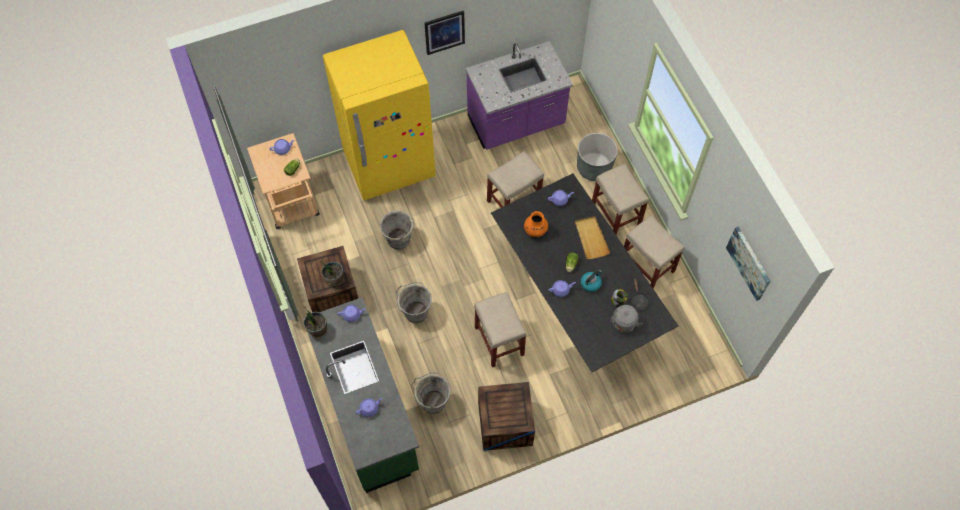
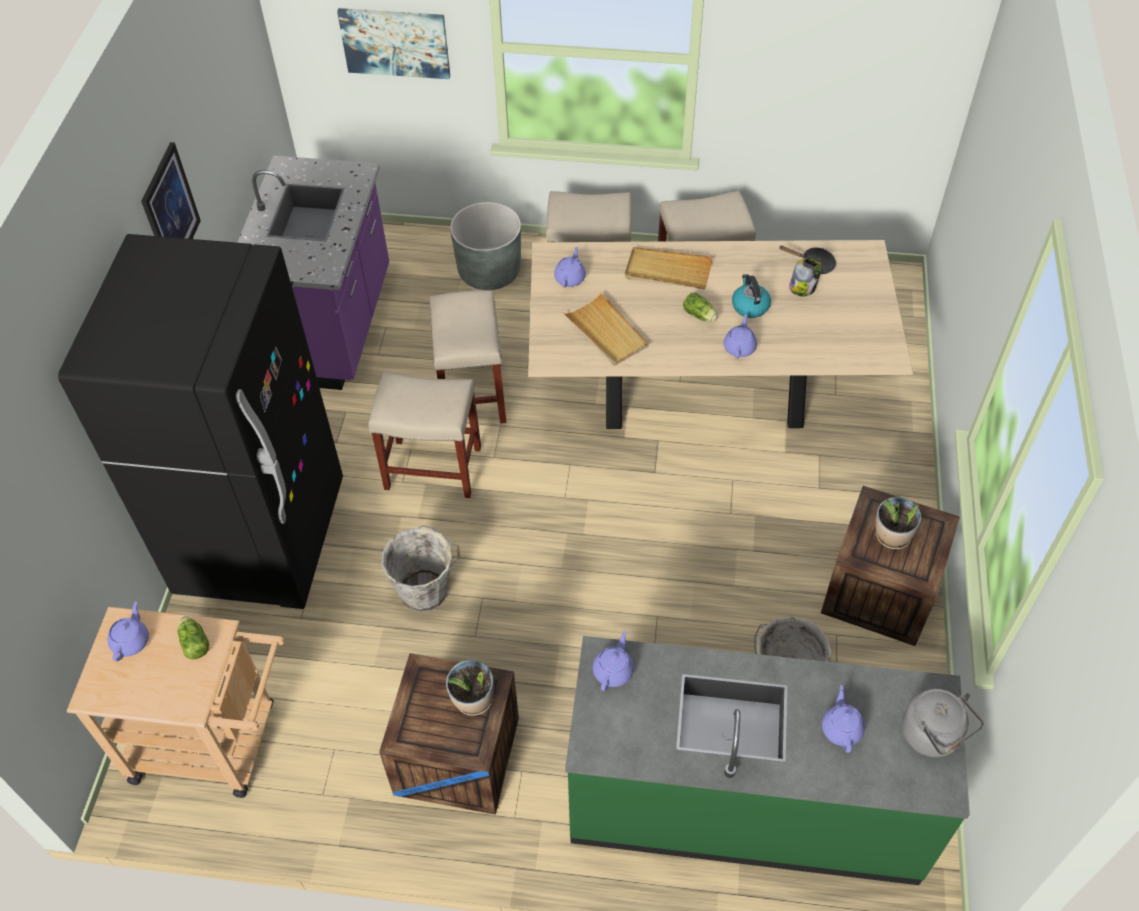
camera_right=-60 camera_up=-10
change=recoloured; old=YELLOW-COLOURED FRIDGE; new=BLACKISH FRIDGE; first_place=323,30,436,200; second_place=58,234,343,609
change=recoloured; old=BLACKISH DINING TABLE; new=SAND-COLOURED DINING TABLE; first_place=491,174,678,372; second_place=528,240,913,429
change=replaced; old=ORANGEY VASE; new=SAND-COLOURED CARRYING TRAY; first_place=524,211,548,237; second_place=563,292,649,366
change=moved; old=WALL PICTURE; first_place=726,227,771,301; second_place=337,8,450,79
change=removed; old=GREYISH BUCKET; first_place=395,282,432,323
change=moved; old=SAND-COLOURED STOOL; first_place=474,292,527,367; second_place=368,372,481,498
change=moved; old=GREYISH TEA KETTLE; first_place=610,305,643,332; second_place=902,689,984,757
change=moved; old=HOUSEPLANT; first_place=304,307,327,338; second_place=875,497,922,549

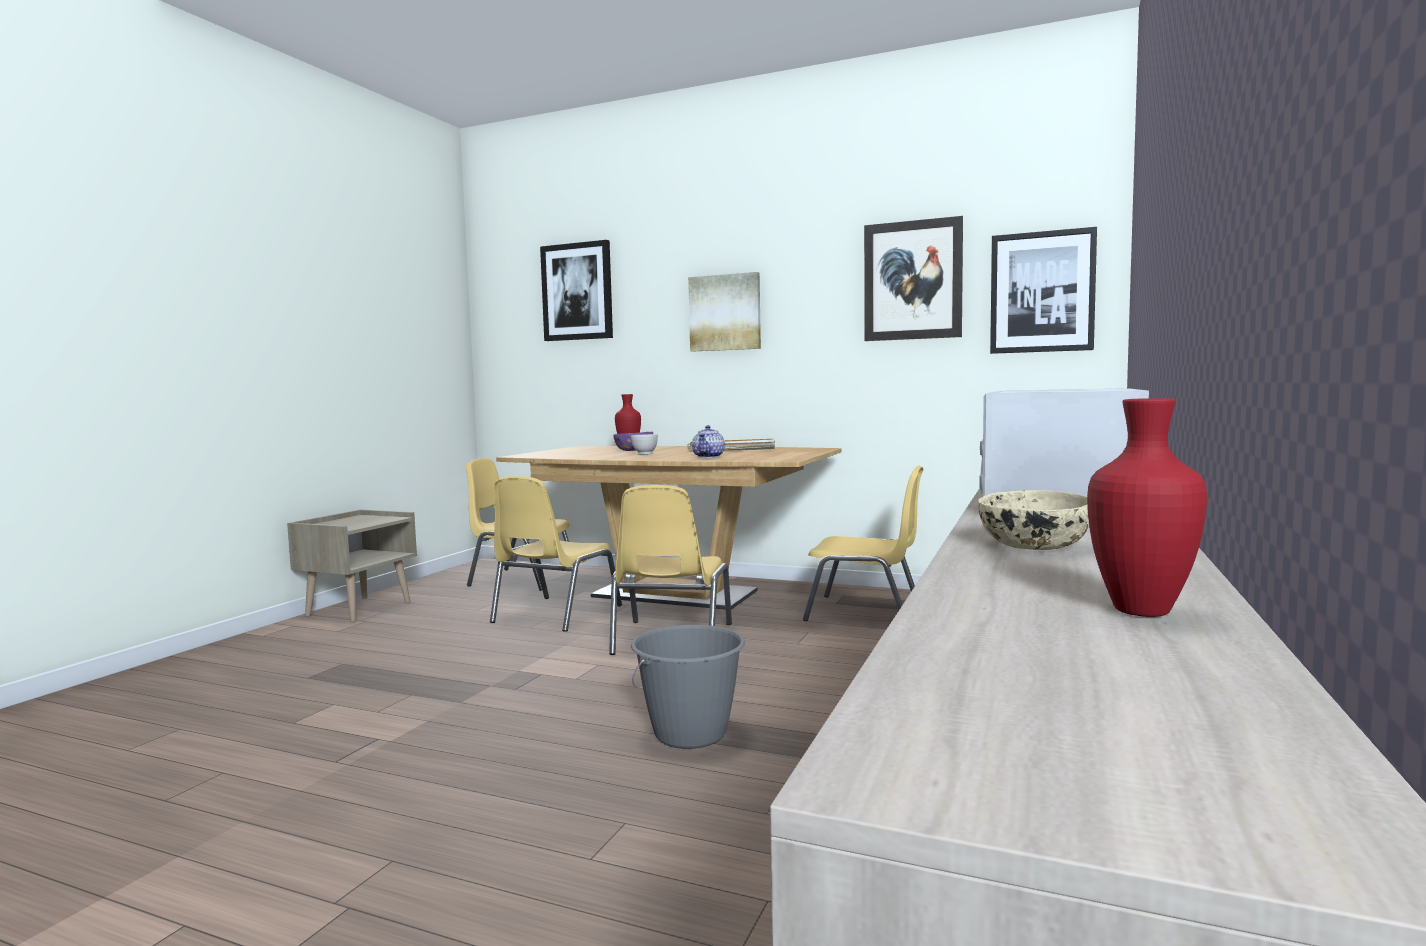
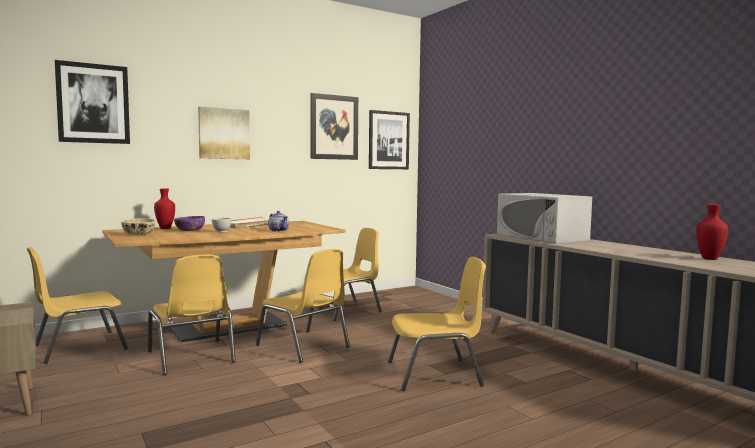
camera_right=-55 camera_up=0
change=moved; old=SAND-COLOURED SERVING BOWL; first_place=978,490,1089,550; second_place=121,218,155,235
change=replaced; old=GREYISH BUCKET; new=YELLOW-COLOURED CHAIR; first_place=631,625,745,749; second_place=388,257,486,391

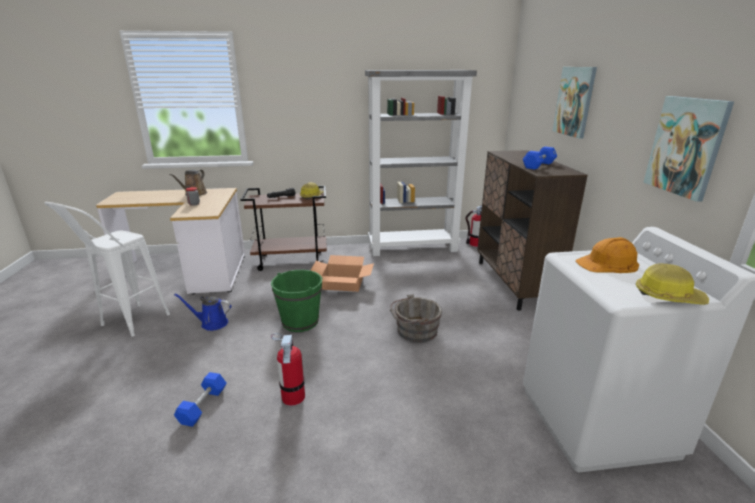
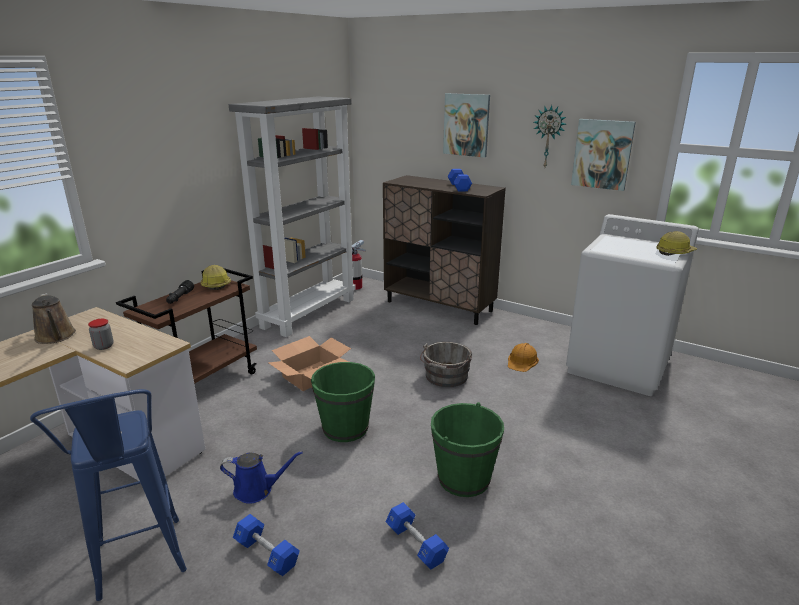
camera_right=-50 camera_up=0
change=recoloured; old=WHITE-COLOURED STOOL; new=BLUISH STOOL; first_place=44,202,170,337; second_place=30,389,187,601
change=moved; old=ORANGEY HARD HAT; first_place=575,237,639,273; second_place=508,343,539,372
change=turned; old=BLUISH WATERING CAN; first_place=174,294,231,331; second_place=220,451,303,504; degrees=-135
change=replaced; old=FIRE EXTINGUISHER; new=GREEN-COLOURED BUCKET; first_place=271,333,305,406; second_place=431,402,504,497
change=added; new=HANGING CLOCK; second_place=534,105,566,167
change=added; new=BLUISH HAND WEIGHT; second_place=233,514,300,576

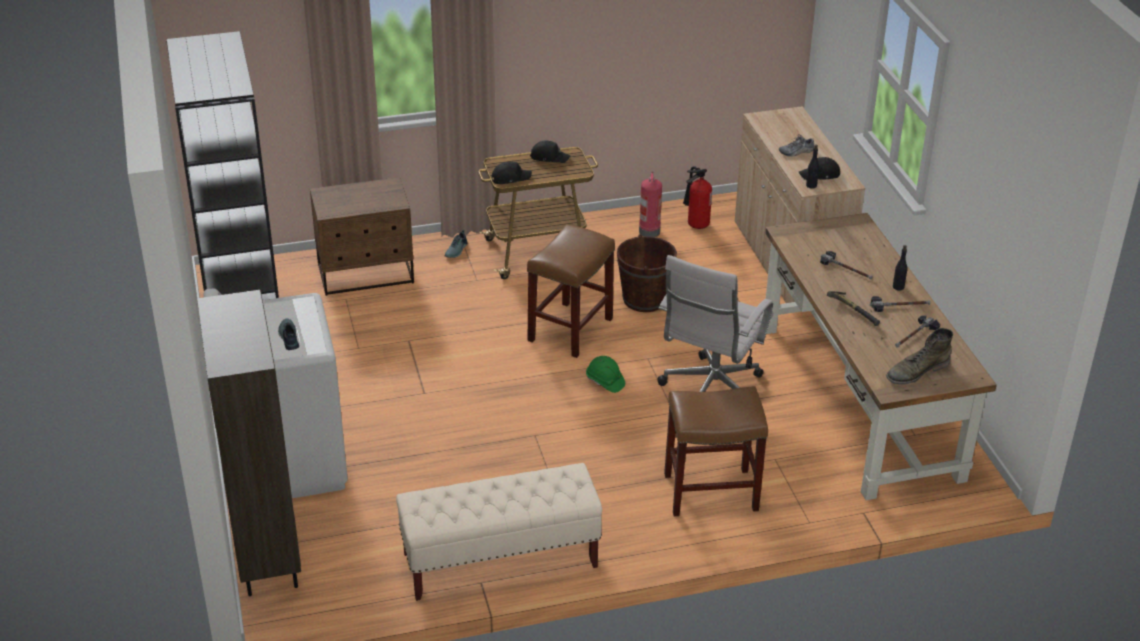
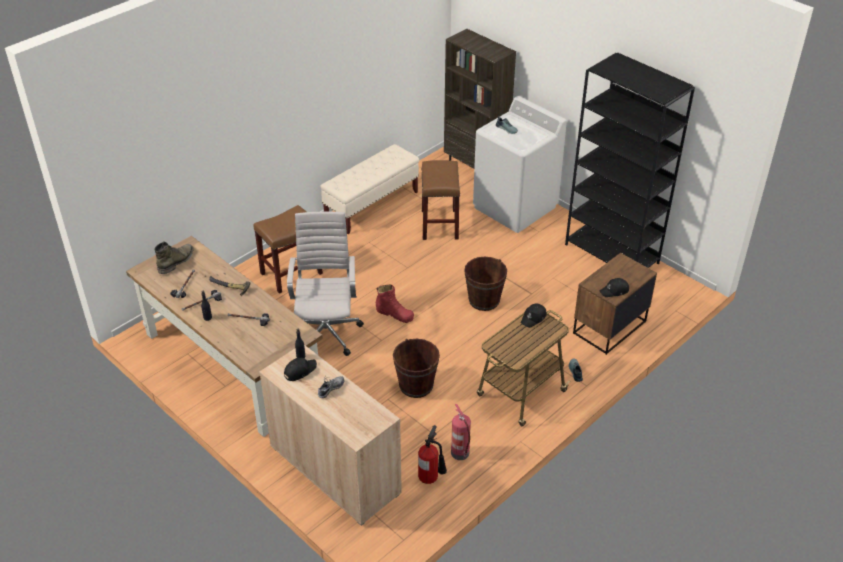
camera_right=150 camera_up=5
change=moved; old=BLACKISH PEAKED CAP; first_place=530,140,571,163; second_place=600,278,629,297
change=moved; old=BROWN STOOL; first_place=527,224,615,358; second_place=422,160,460,240
change=replaced; old=GREEN-COLOURED HARD HAT; new=REDDISH HIGH-TOP BOOT; first_place=586,356,625,393; second_place=376,284,414,323
change=added; new=BROWN BUCKET; second_place=464,257,507,311

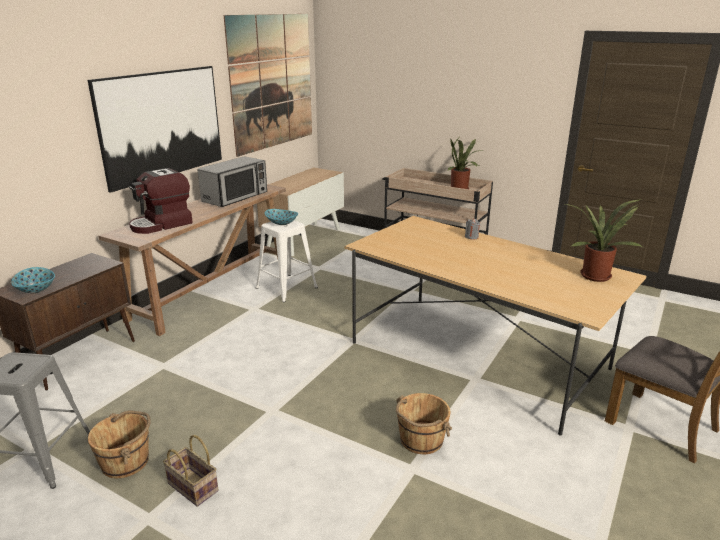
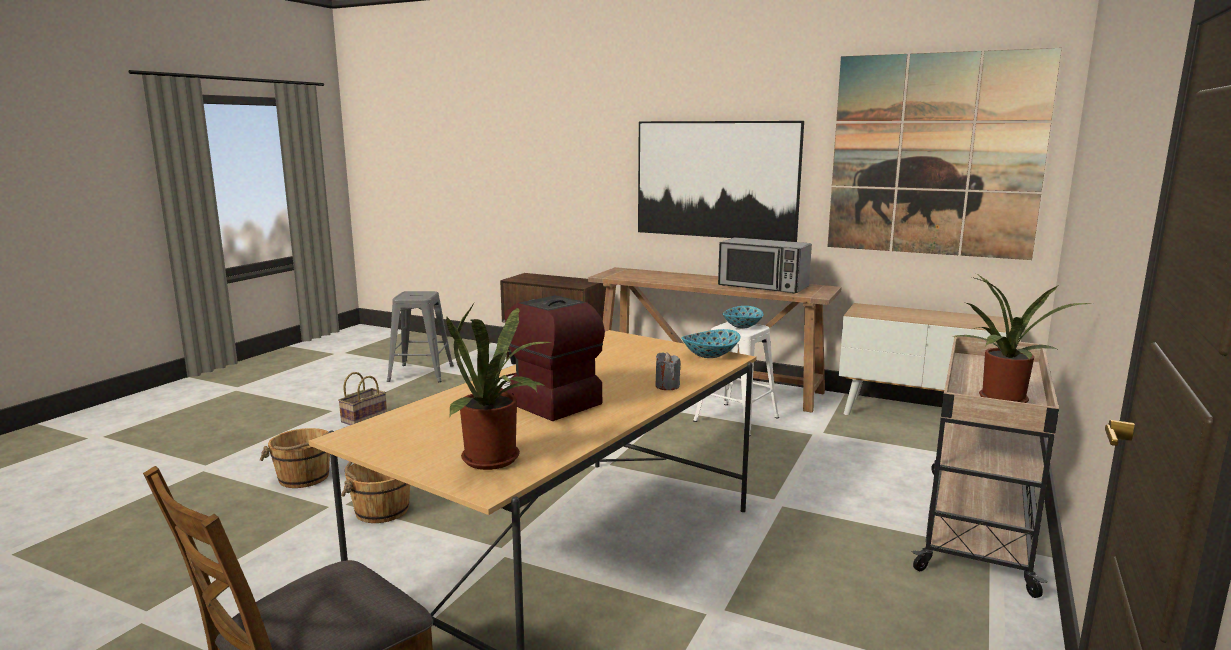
camera_right=85 camera_up=-10
change=moved; old=COFFEE MACHINE; first_place=129,168,193,234; second_place=497,295,605,421
change=moved; old=SERVING BOWL; first_place=11,267,55,293; second_place=681,329,740,358
change=moved; old=BROWN BUCKET; first_place=88,411,151,478; second_place=260,428,330,488

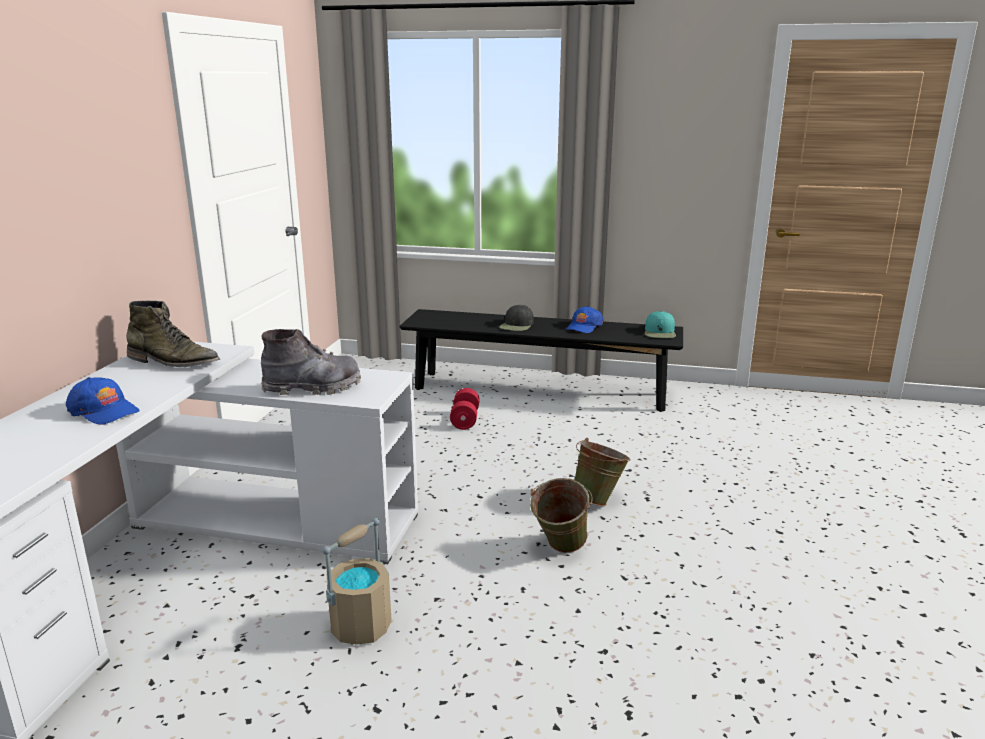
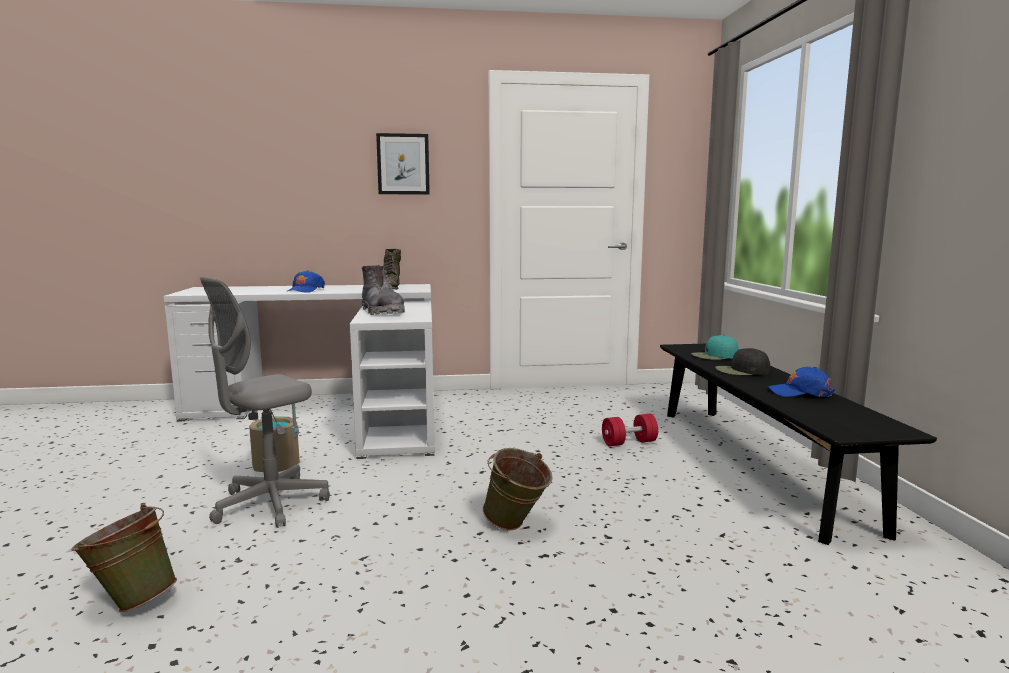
camera_right=70 camera_up=-10
change=moved; old=TURQUOISE PEAKED CAP; first_place=645,311,676,338; second_place=691,335,739,360
change=moved; old=GREEN-COLOURED BUCKET; first_place=530,478,592,553; second_place=71,504,177,612
change=added; new=WALL PICTURE; second_place=376,133,430,195
change=added; new=GREYISH COMPUTER CHAIR; second_place=200,277,330,528

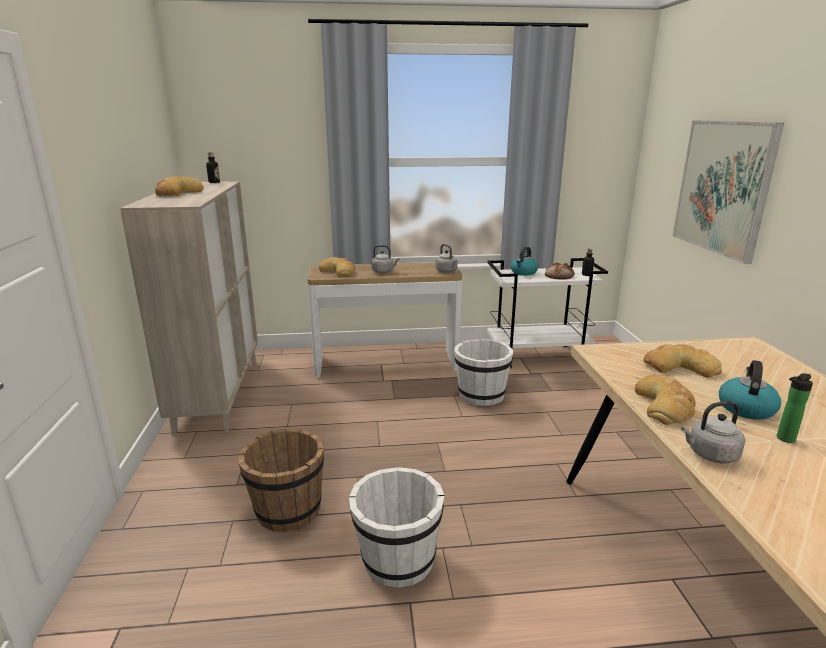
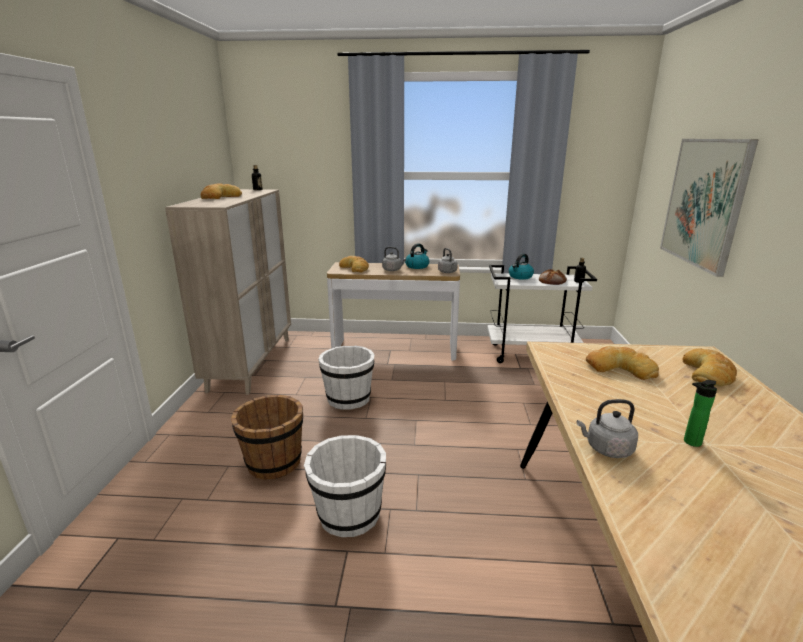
camera_right=10 camera_up=0
change=moved; old=WHITE-COLOURED BUCKET; first_place=454,339,513,406; second_place=318,345,374,410
change=moved; old=TEA KETTLE; first_place=719,360,781,420; second_place=405,243,429,269
change=moved; old=BAKED BREAD; first_place=635,375,696,425; second_place=683,348,737,387

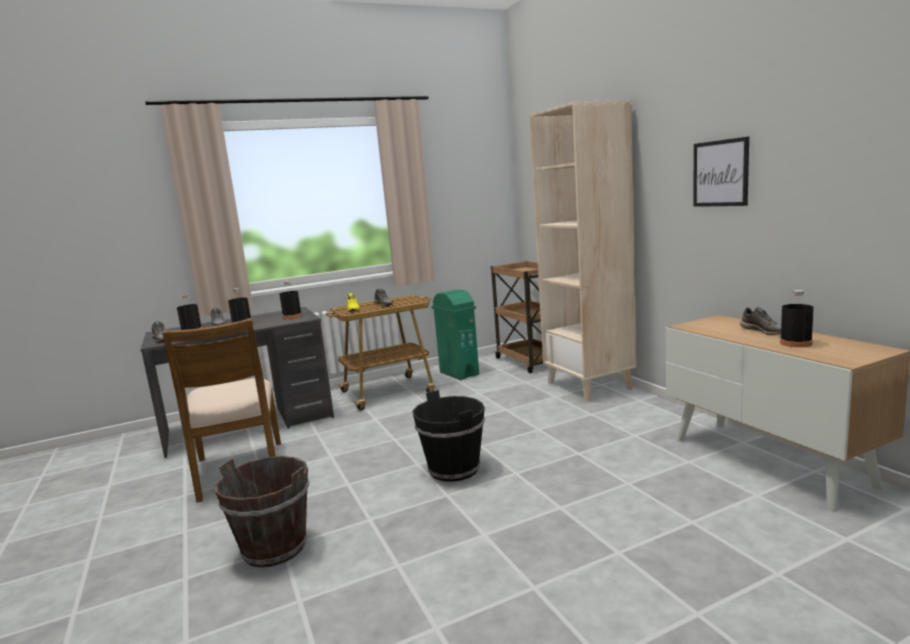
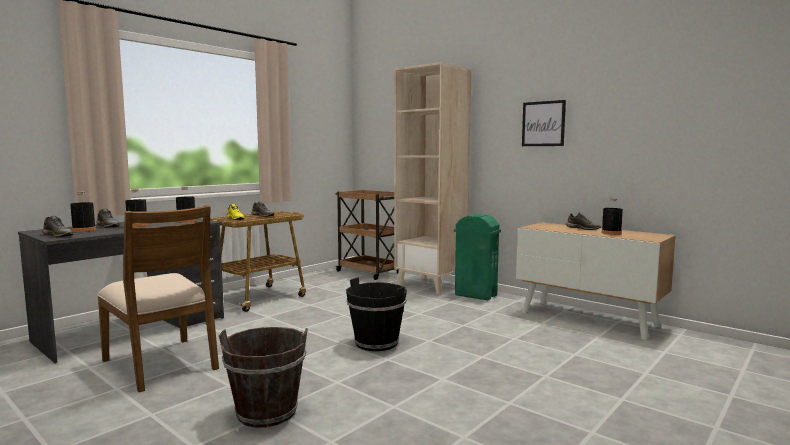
camera_right=-25 camera_up=-5
change=moved; old=GREEN-COLOURED TRASH CAN; first_place=432,289,479,380; second_place=454,214,501,300

